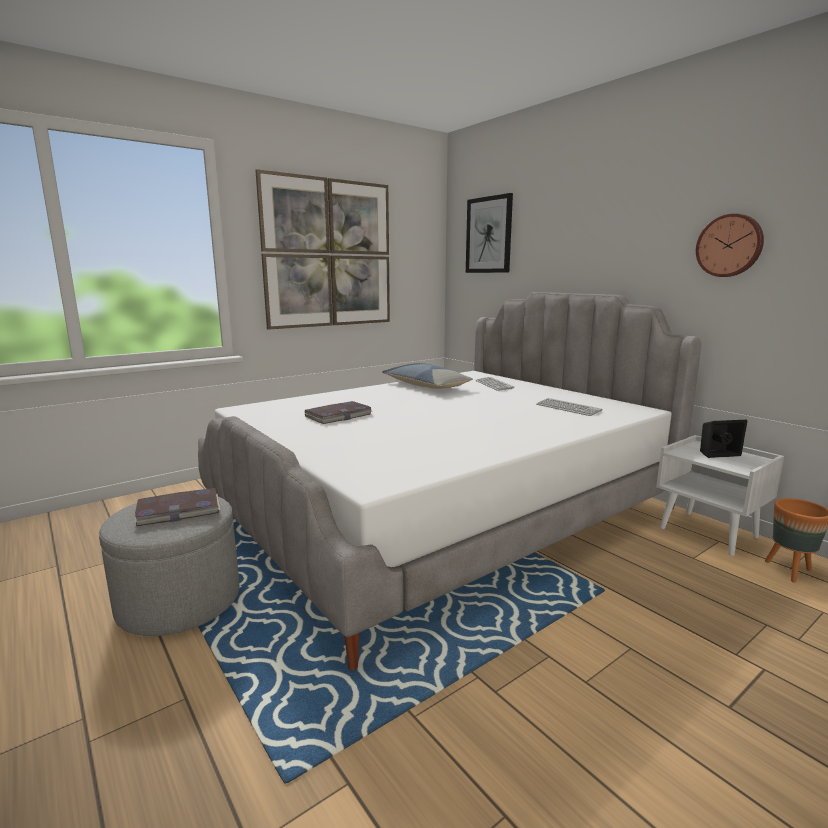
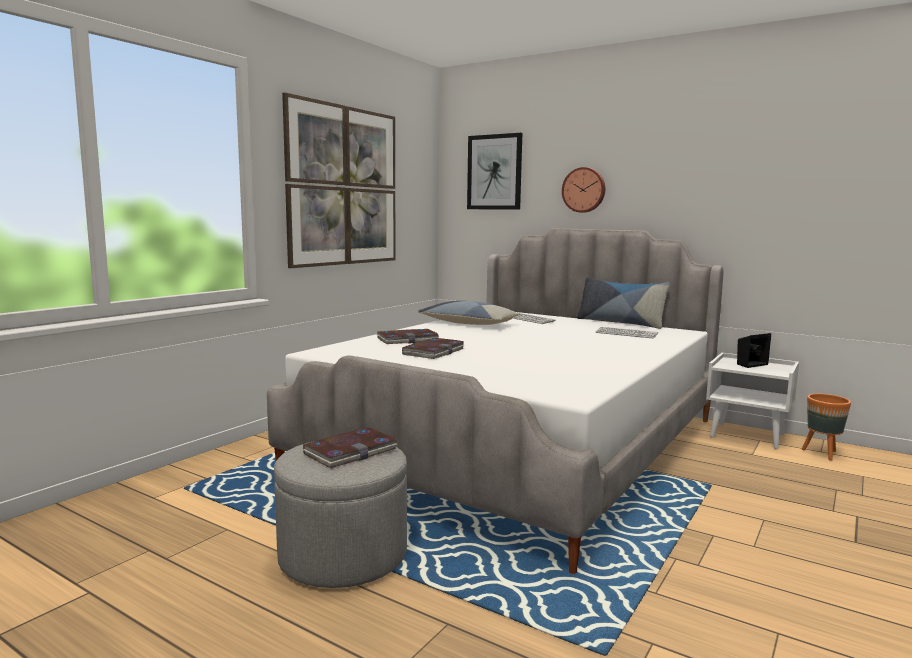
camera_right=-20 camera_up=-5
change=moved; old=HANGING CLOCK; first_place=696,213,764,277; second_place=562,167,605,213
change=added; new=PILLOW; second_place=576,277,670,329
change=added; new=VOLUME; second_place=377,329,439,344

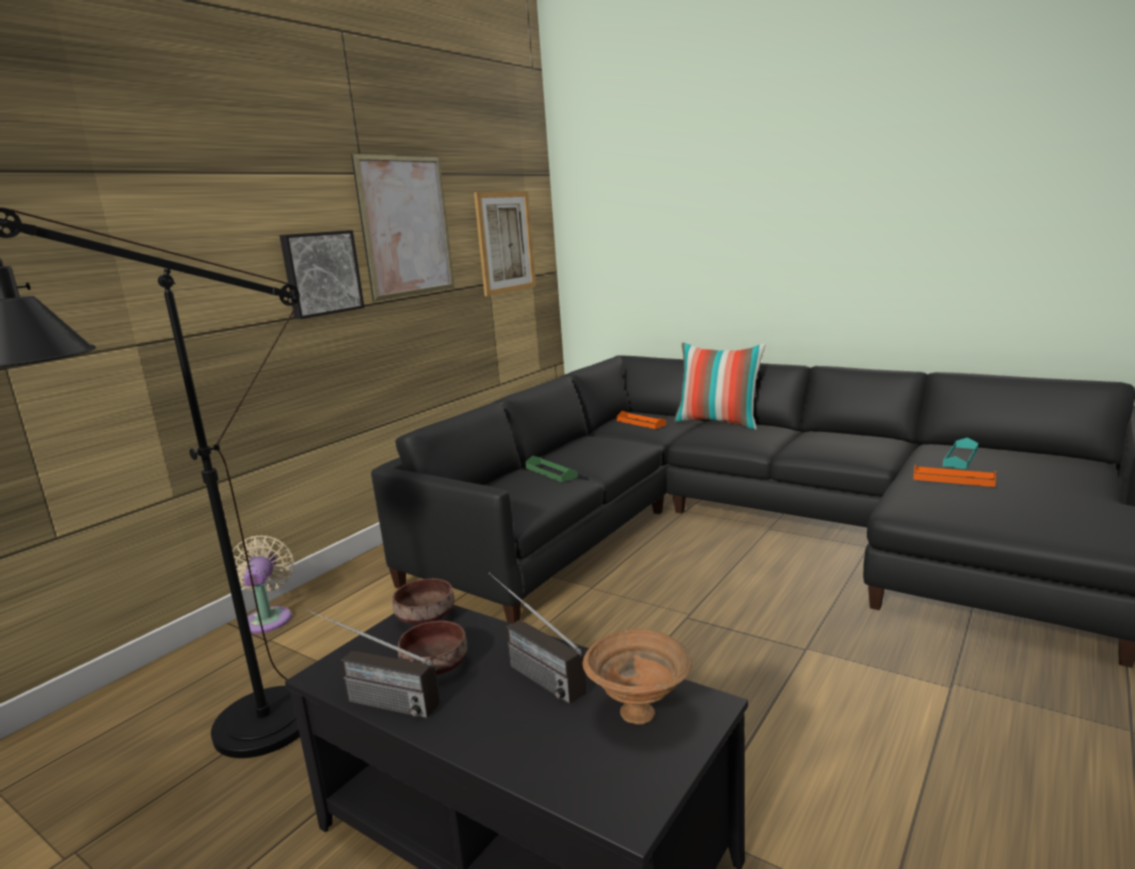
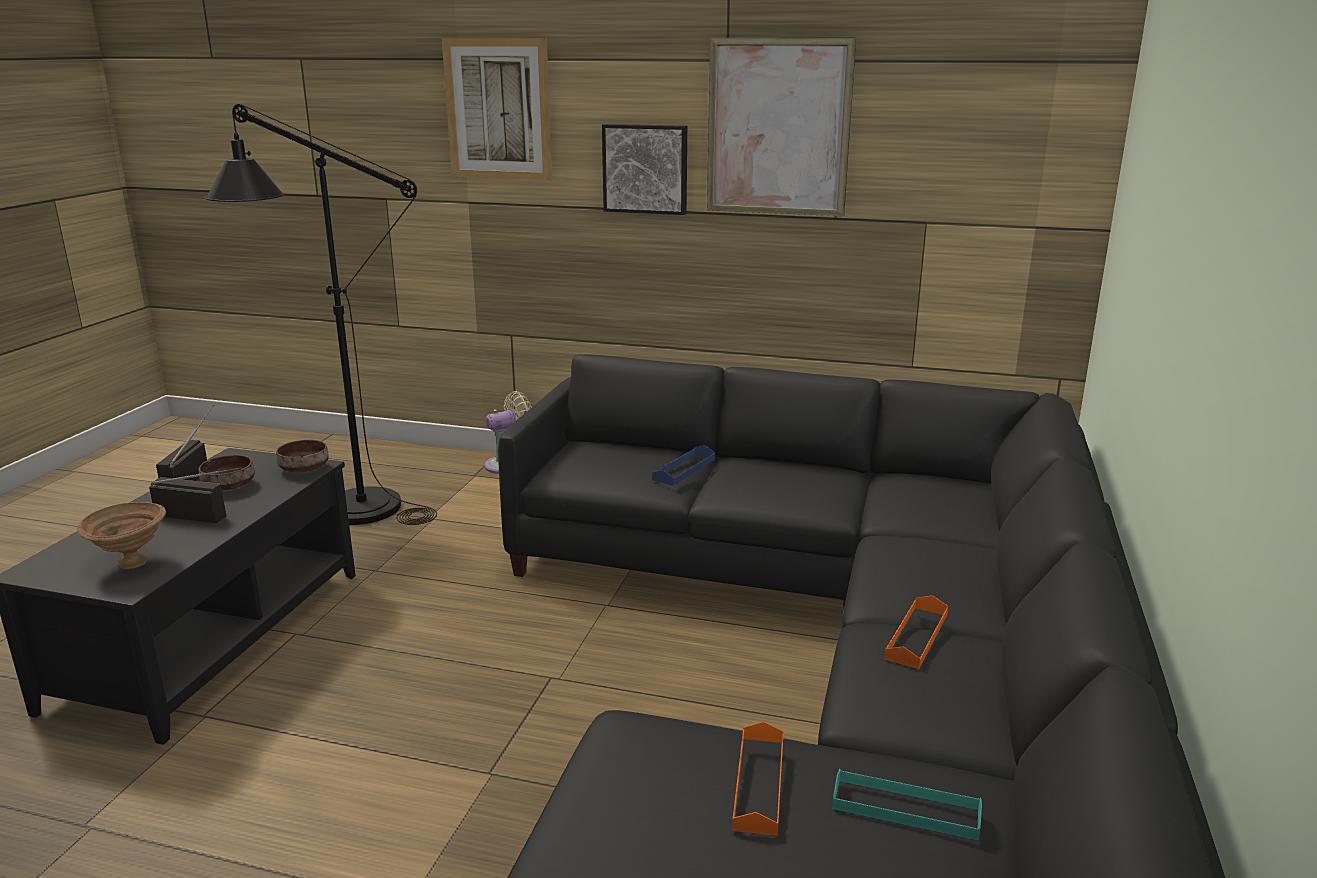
camera_right=70 camera_up=5
change=moved; old=WALL PICTURE; first_place=474,191,536,296; second_place=442,38,552,180
change=removed; old=PILLOW; first_place=674,343,766,430
change=moved; old=ORANGEY CARRYING TRAY; first_place=617,411,666,429; second_place=884,595,948,669
change=recoloured; old=GREEN-COLOURED CARRYING TRAY; new=BLUISH CARRYING TRAY; first_place=525,456,578,482; second_place=652,445,715,486
change=turned; old=RADIO; first_place=488,572,587,704; second_place=149,467,241,523; degrees=75

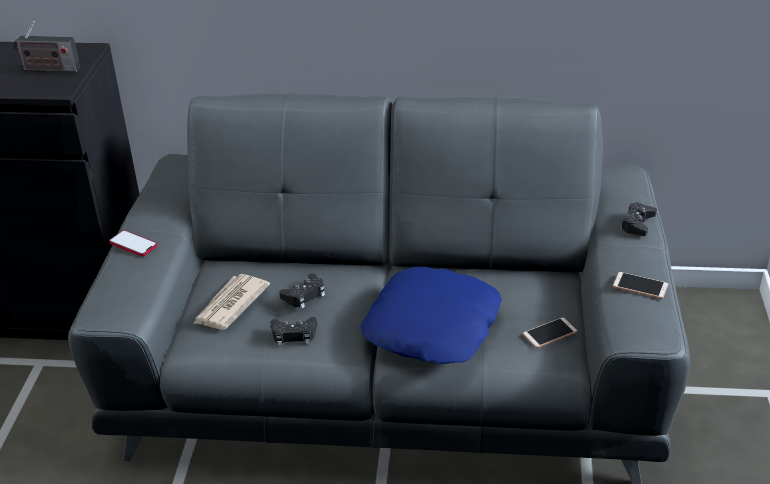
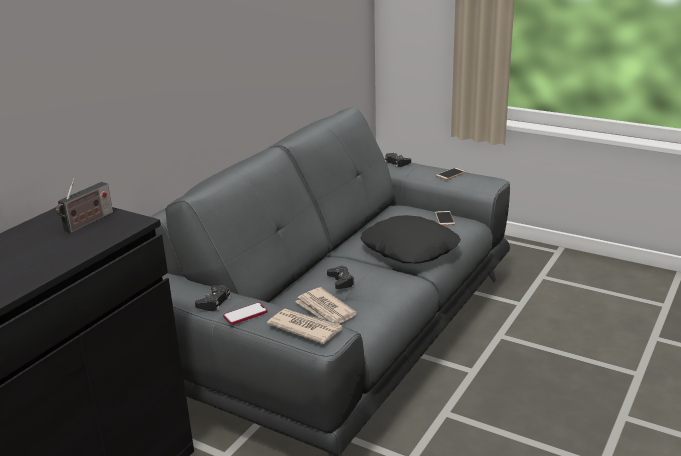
camera_right=-65 camera_up=-10
change=recoloured; old=BLUISH PILLOW; new=BLACKISH PILLOW; first_place=360,267,502,364; second_place=361,215,461,263
change=moved; old=BLACKISH JOYPAD; first_place=270,317,317,346; second_place=195,285,231,311
change=added; new=NEWSPAPER; second_place=267,309,342,344

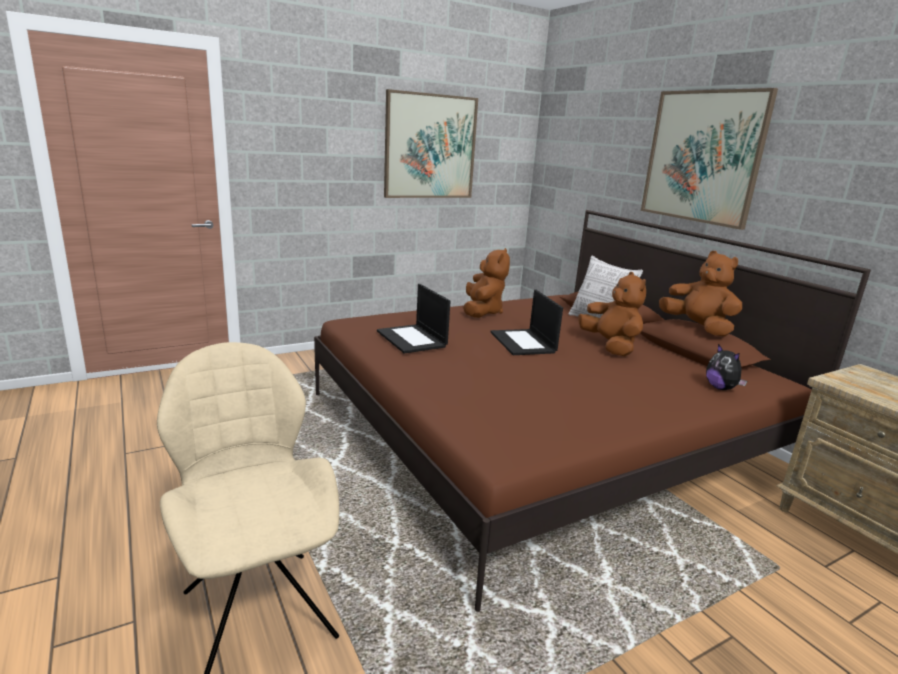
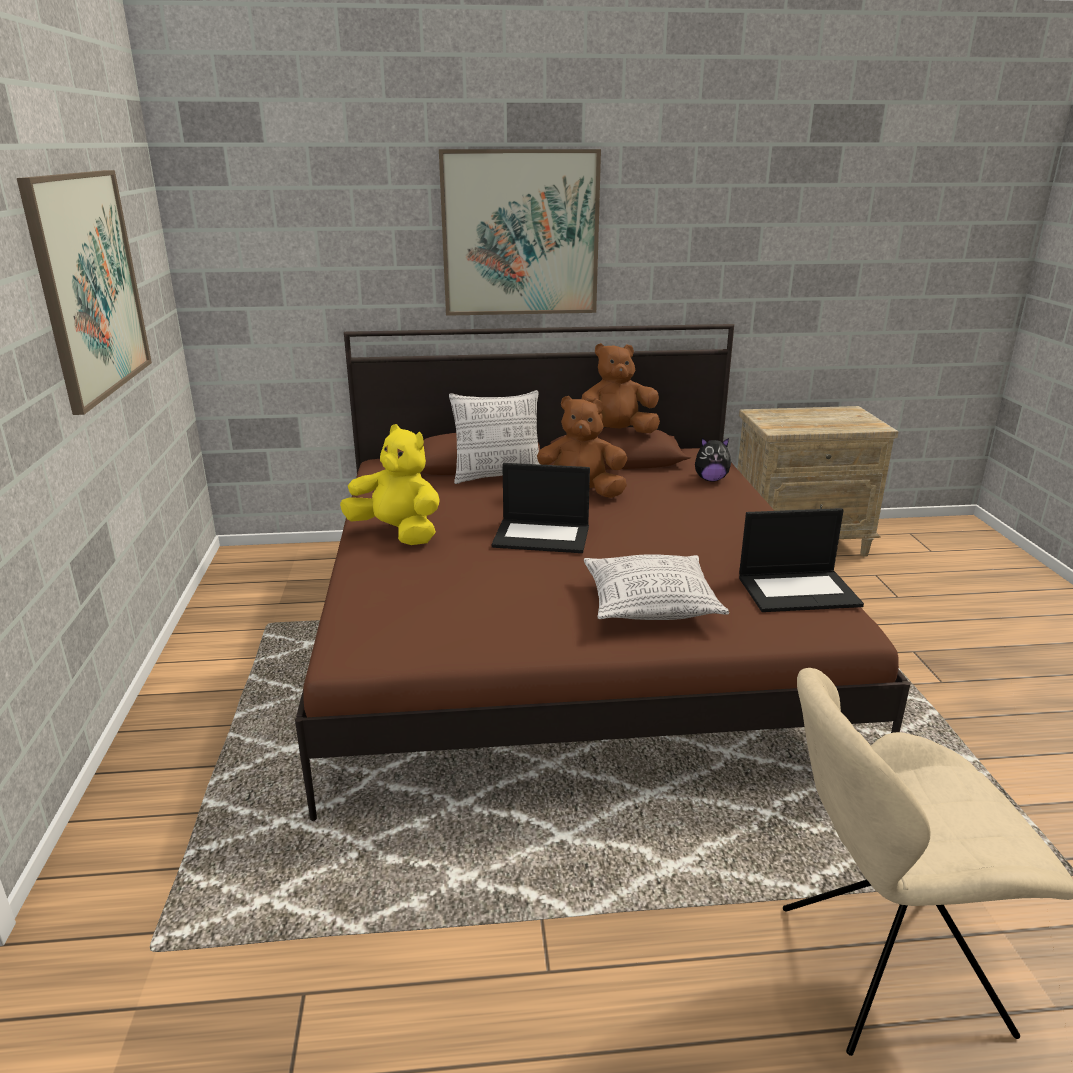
camera_right=-65 camera_up=5
change=recoloured; old=BROWN CUDDLY TOY; new=YELLOW-COLOURED CUDDLY TOY; first_place=463,248,510,318; second_place=340,424,440,545
change=moved; old=LAPTOP; first_place=377,284,451,354; second_place=739,508,864,612
change=added; new=PILLOW; second_place=584,554,729,620

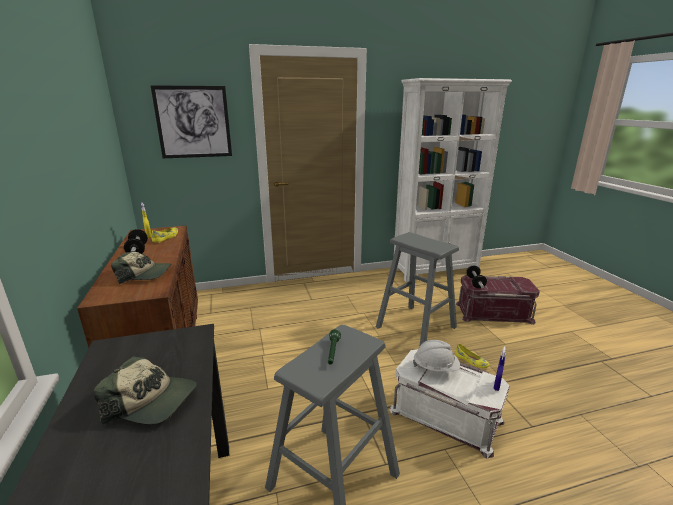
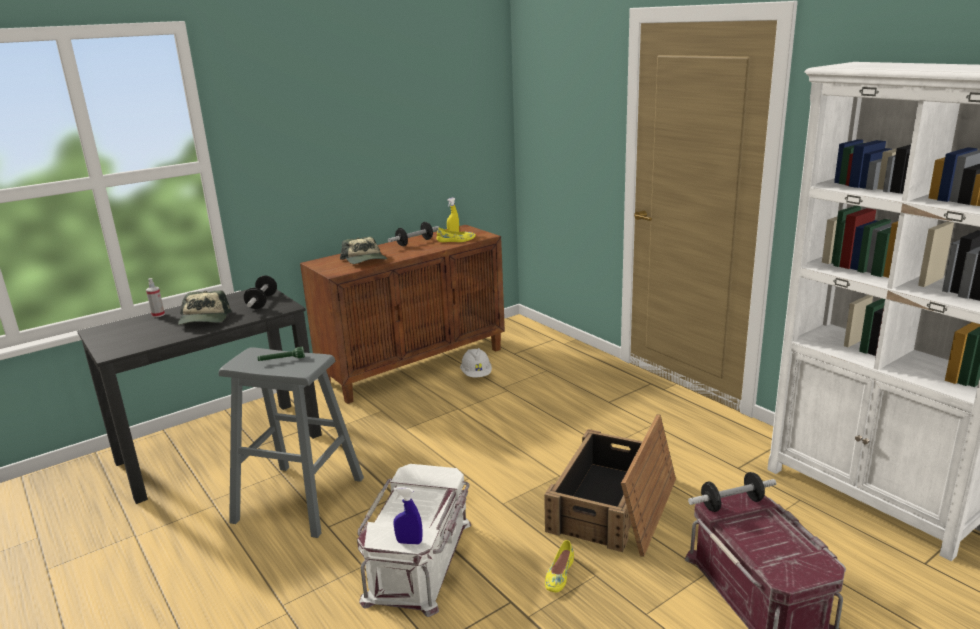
camera_right=70 camera_up=0
change=removed; old=WALL PICTURE; first_place=151,85,232,158
change=replaced; old=GREYISH STOOL; new=SHIPPING CRATE; first_place=376,232,459,347; second_place=544,414,676,557
change=moved; old=WHITE-COLOURED HARD HAT; first_place=413,340,460,372; second_place=460,348,492,377
change=added; new=HAND WEIGHT; second_place=244,275,277,309
change=added; new=HAND SPRAYER; second_place=146,278,165,318

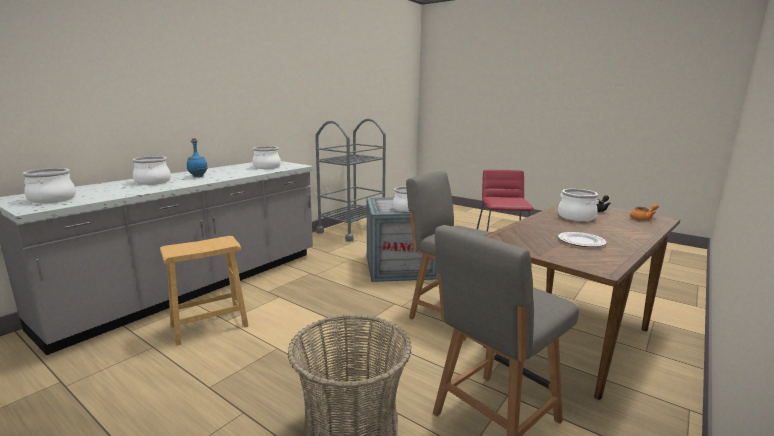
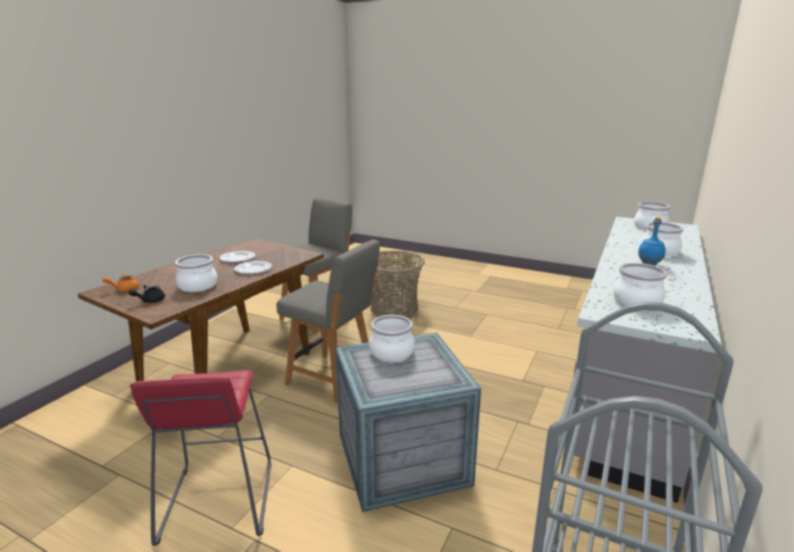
camera_right=170 camera_up=5
change=removed; old=BROWN STOOL; first_place=160,236,249,346
change=added; new=FLAT DISH; second_place=234,261,272,274

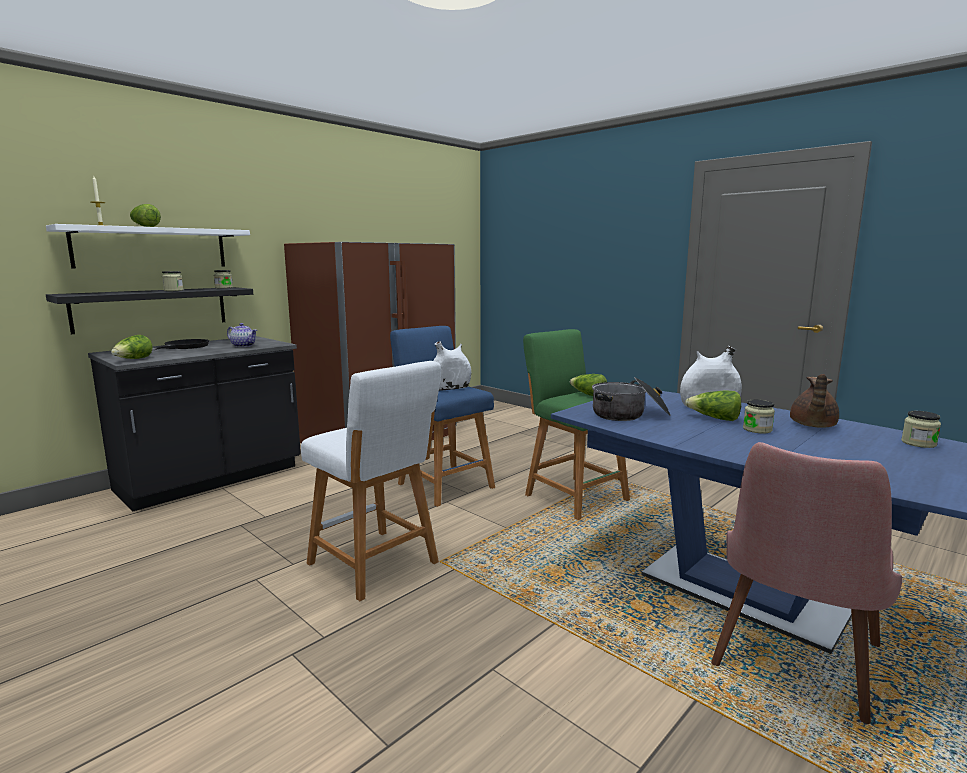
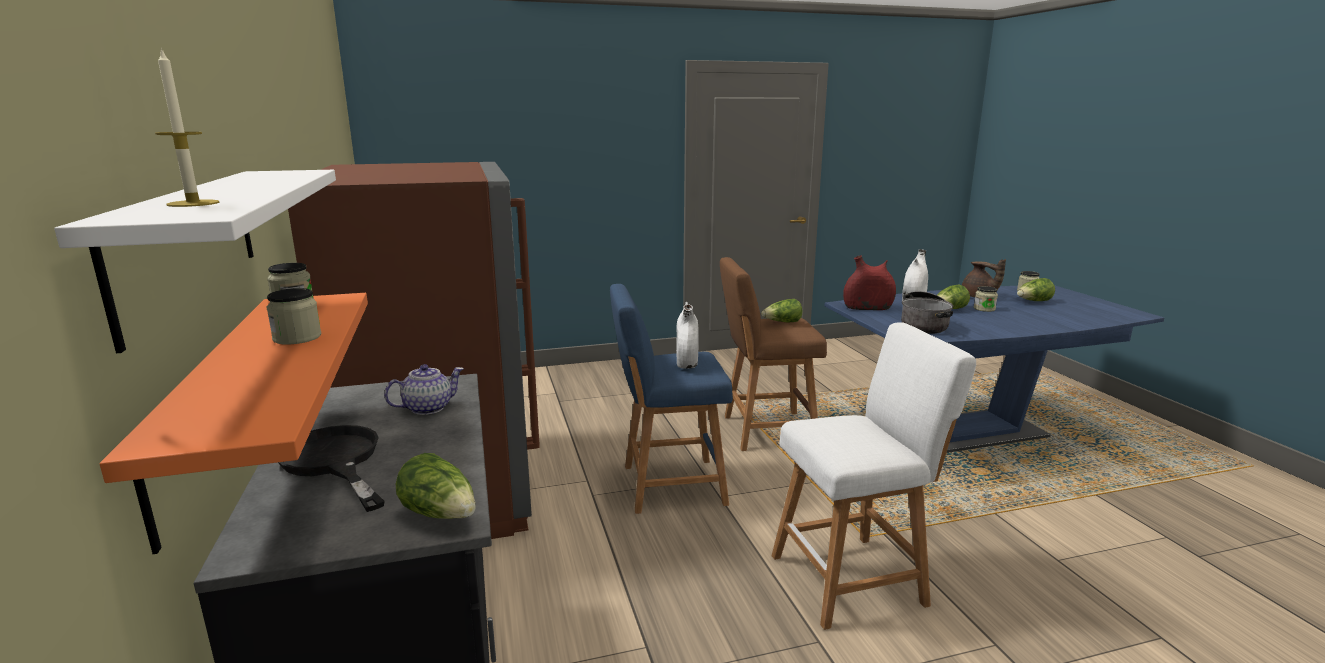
camera_right=-60 camera_up=5
change=moved; old=LETTUCE; first_place=130,204,161,227; second_place=1017,278,1055,301
change=recoloured; old=BLACKISH BRACKET SHELF; new=ORANGEY BRACKET SHELF; first_place=46,287,253,334; second_place=100,293,368,554
change=recoloured; old=GREEN-COLOURED STOOL; new=BROWN STOOL; first_place=523,329,630,520; second_place=720,257,827,451
change=removed; old=PINK-COLOURED CHAIR; first_place=711,442,902,724
change=added; new=REDDISH VASE; second_place=843,255,896,310

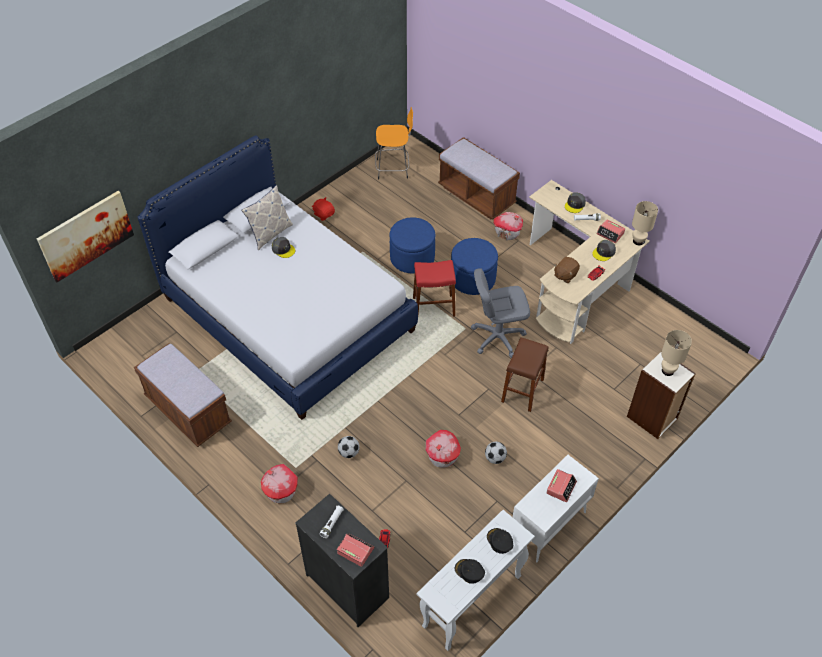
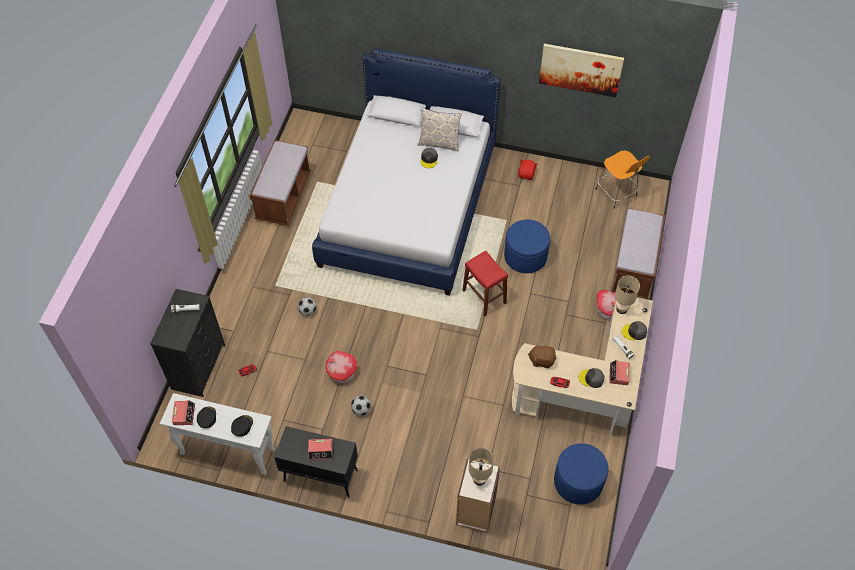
camera_right=60 camera_up=5
change=moved; old=WALL PICTURE; first_place=37,191,134,282; second_place=539,44,624,97
change=moved; old=SAND-COLOURED LAMP FOR A TABLE; first_place=632,201,658,245; second_place=615,276,640,314
change=moved; old=BLUISH OTTOMAN; first_place=451,238,498,295; second_place=554,443,608,504
change=removed; old=GREYISH COMPUTER CHAIR; first_place=471,269,530,358
change=removed; old=BROWN STOOL; first_place=501,337,549,412
change=recoloured; old=WHITE-COLOURED CABINET; new=BLACKISH CABINET; first_place=513,455,599,562; second_place=274,426,358,498
change=removed; old=TOY HOUSE; first_place=261,464,298,503
change=moved; old=BEDSIDE CLOCK; first_place=337,534,374,567; second_place=172,400,195,425

